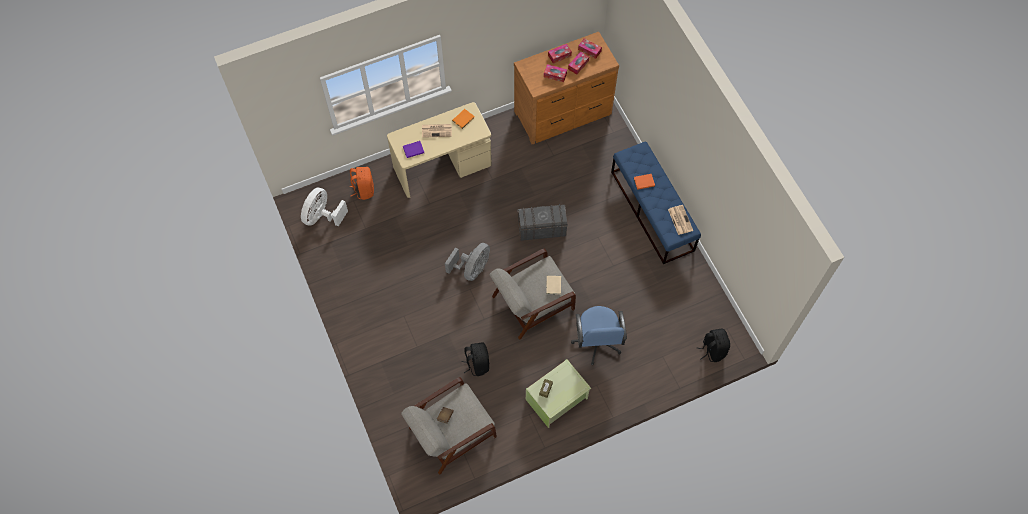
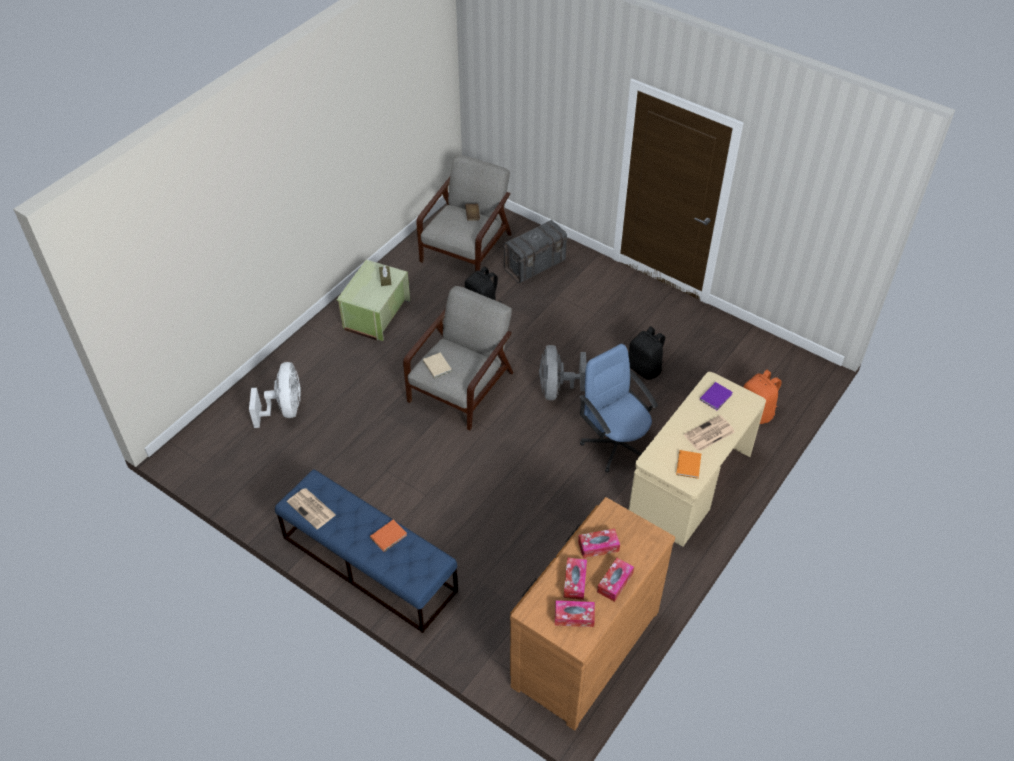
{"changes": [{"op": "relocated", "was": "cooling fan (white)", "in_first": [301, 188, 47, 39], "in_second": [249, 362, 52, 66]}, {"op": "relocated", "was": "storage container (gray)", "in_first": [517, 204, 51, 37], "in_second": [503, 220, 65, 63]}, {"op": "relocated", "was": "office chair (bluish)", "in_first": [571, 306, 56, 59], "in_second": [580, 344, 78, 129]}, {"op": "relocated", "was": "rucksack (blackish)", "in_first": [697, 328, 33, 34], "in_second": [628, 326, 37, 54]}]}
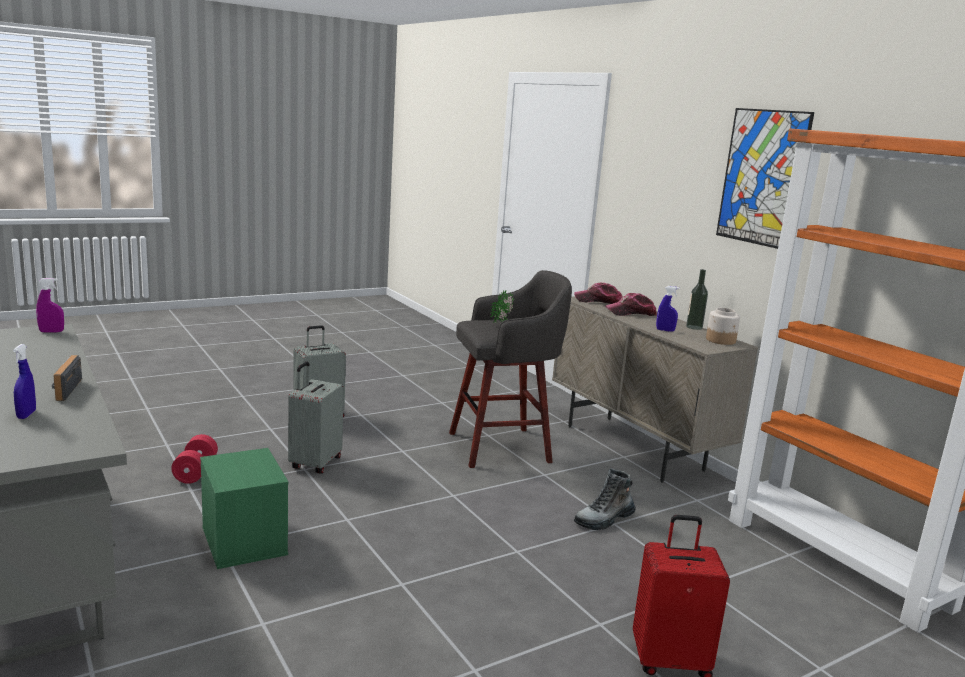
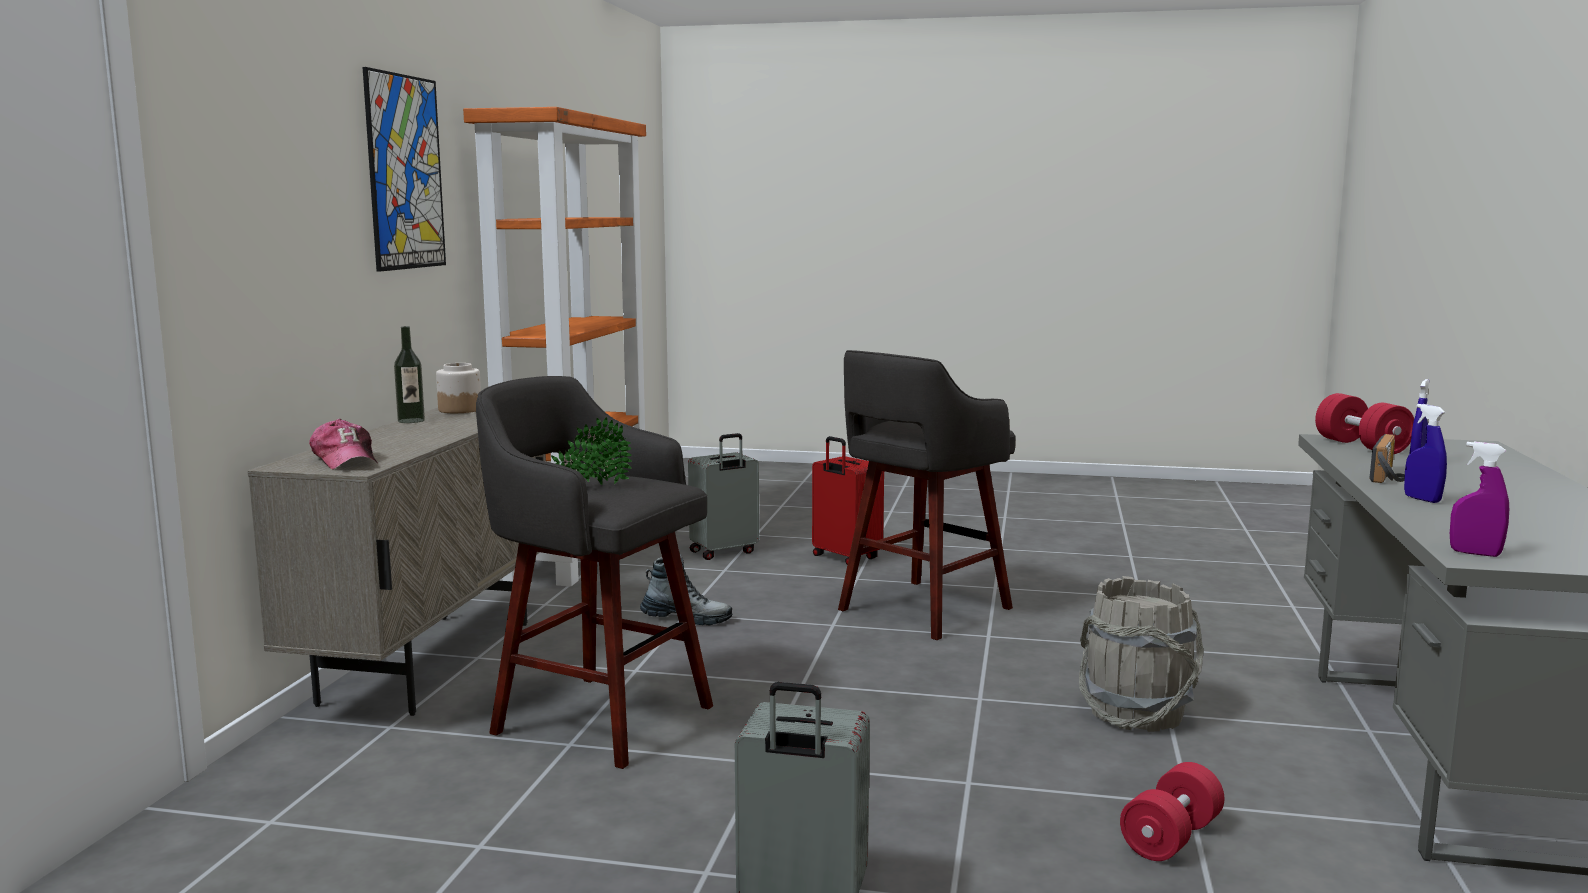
{"changes": [{"op": "missing", "was": "cap", "in_first": [605, 293, 52, 23]}, {"op": "appeared", "now": "sitting stool (gray)", "in_second": [838, 350, 178, 290]}, {"op": "appeared", "now": "free weight (reddish)", "in_second": [1315, 393, 99, 61]}, {"op": "relocated", "was": "suitcase (gray)", "in_first": [288, 362, 56, 112], "in_second": [688, 433, 71, 127]}, {"op": "relocated", "was": "sprayer (bluish)", "in_first": [656, 286, 23, 46], "in_second": [1404, 404, 43, 99]}, {"op": "exchanged", "was": "storage container (greenish)", "now": "water bucket (gray)", "in_first": [200, 448, 89, 121], "in_second": [1079, 576, 125, 156]}]}
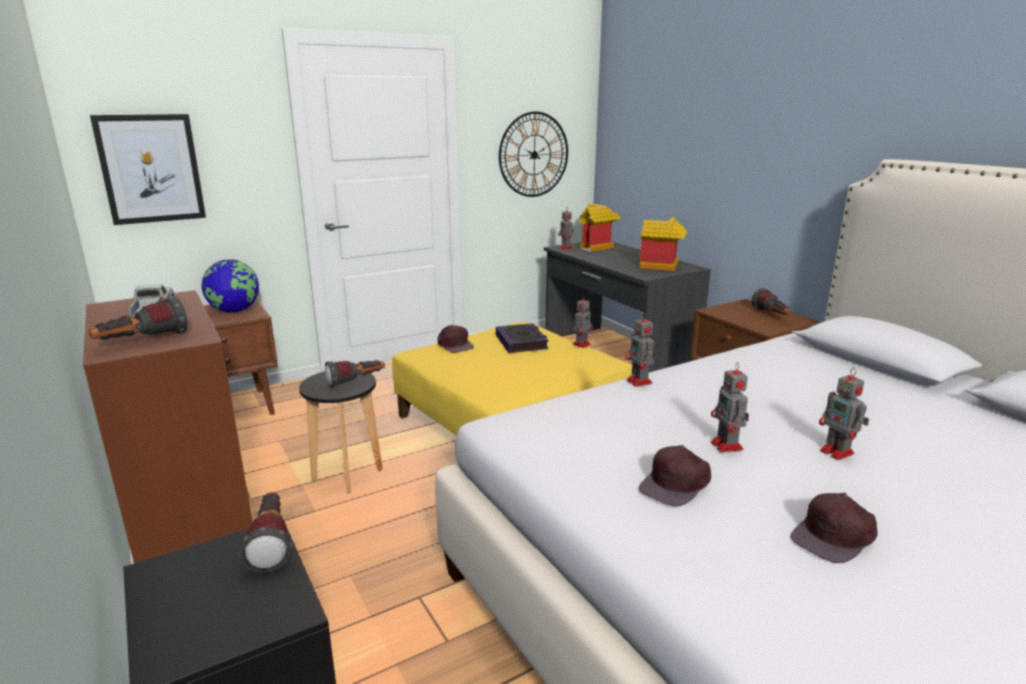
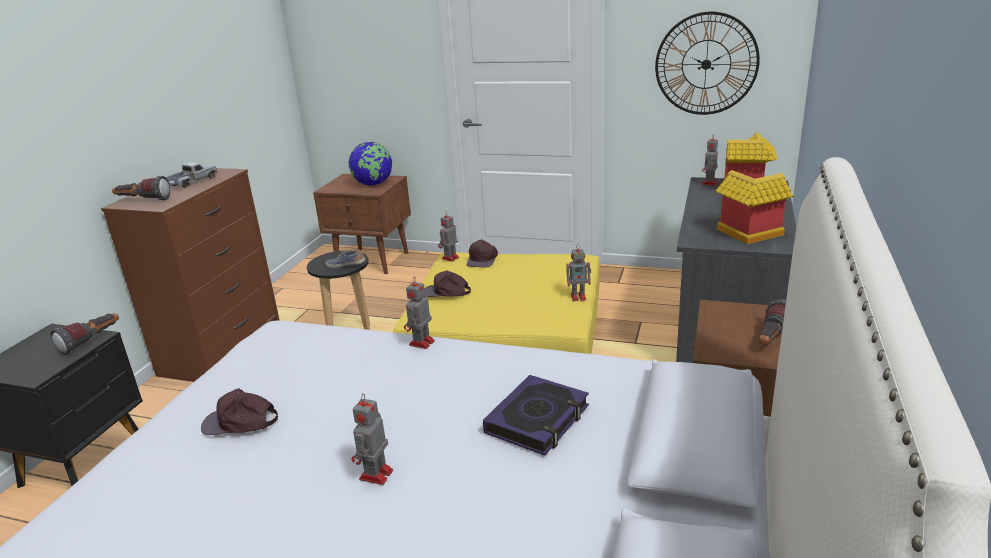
{"changes": [{"op": "missing", "was": "wall art", "in_first": [90, 114, 116, 111]}, {"op": "relocated", "was": "volume", "in_first": [496, 323, 53, 30], "in_second": [483, 375, 106, 81]}, {"op": "relocated", "was": "model robot", "in_first": [711, 362, 38, 91], "in_second": [438, 211, 21, 51]}, {"op": "relocated", "was": "cap (brown)", "in_first": [790, 493, 88, 70], "in_second": [424, 270, 47, 27]}, {"op": "exchanged", "was": "torch", "now": "low shoe", "in_first": [325, 360, 60, 28], "in_second": [325, 249, 40, 19]}]}
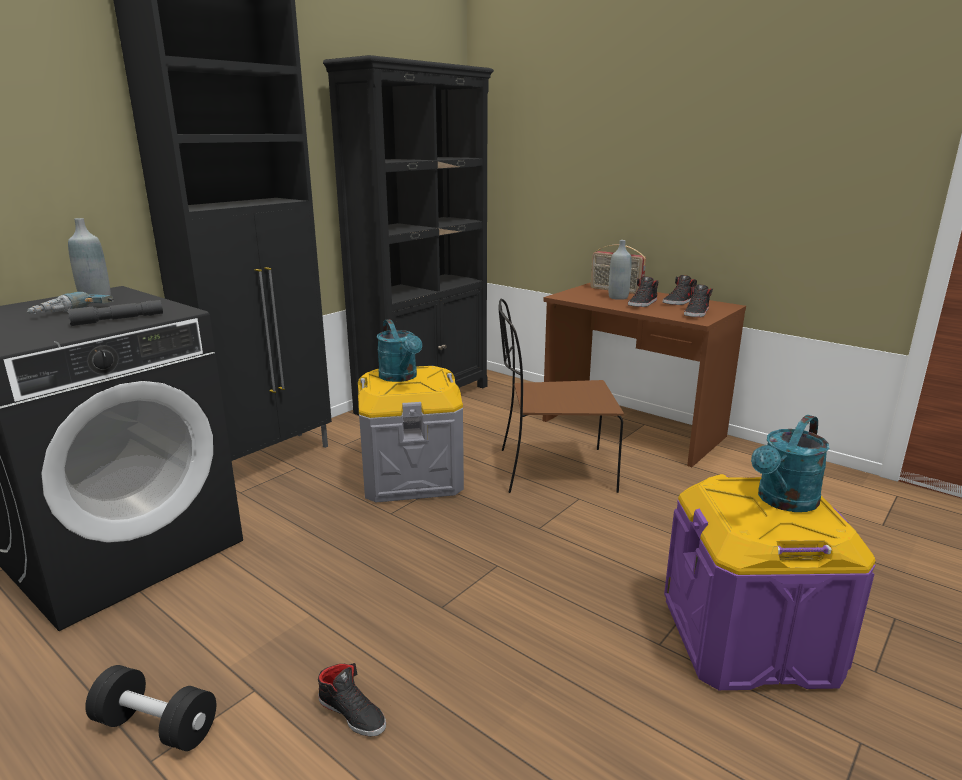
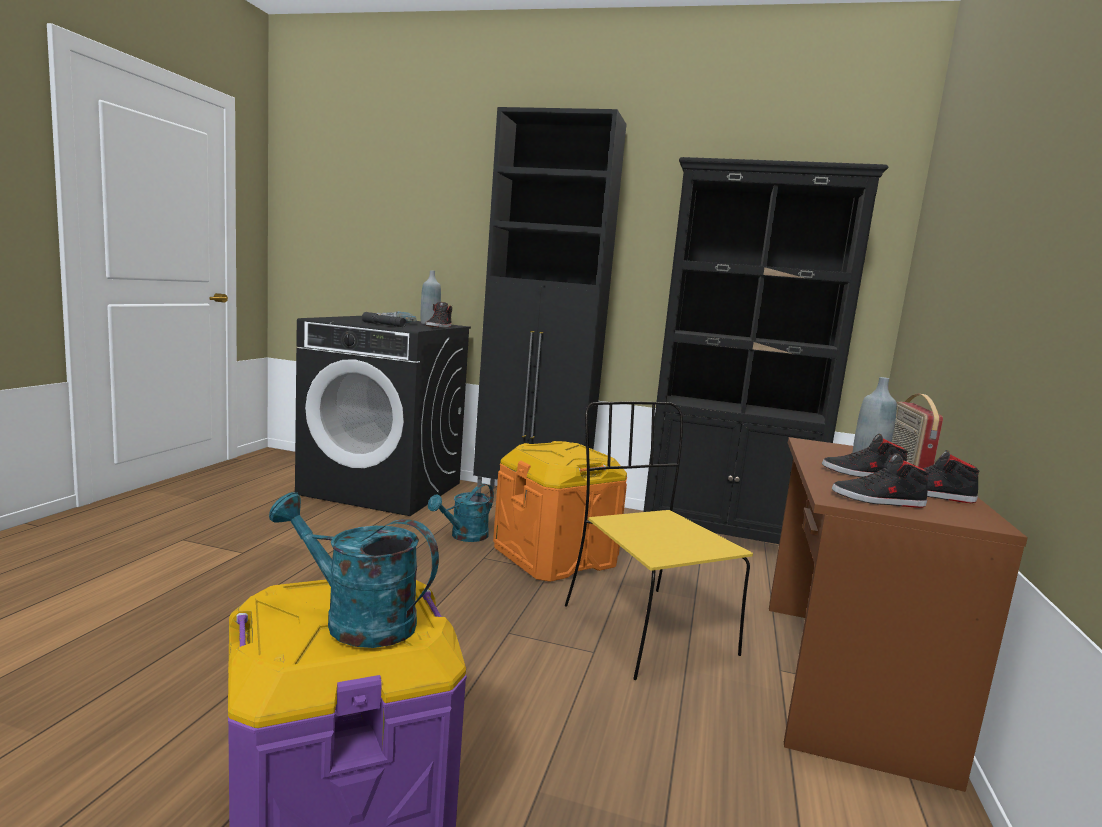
{"changes": [{"op": "missing", "was": "free weight (blackish)", "in_first": [85, 665, 131, 86]}, {"op": "relocated", "was": "low shoe (blackish)", "in_first": [318, 663, 68, 74], "in_second": [426, 302, 26, 26]}, {"op": "relocated", "was": "sprinkling can (turquoise-coloured)", "in_first": [377, 319, 45, 63], "in_second": [428, 484, 66, 58]}, {"op": "colour", "was": "storage container (gray)", "now": "storage container (orange)", "in_first": [358, 366, 106, 136], "in_second": [493, 441, 134, 141]}, {"op": "colour", "was": "chair (brown)", "now": "chair (yellowish)", "in_first": [499, 299, 125, 194], "in_second": [565, 402, 188, 278]}]}
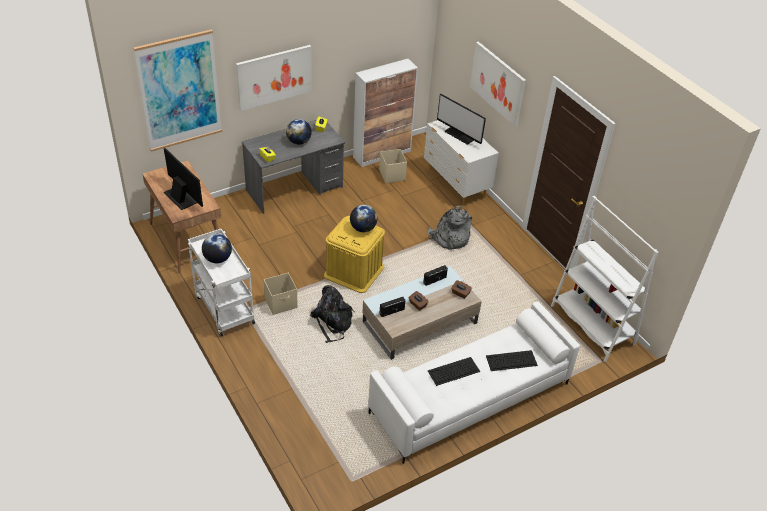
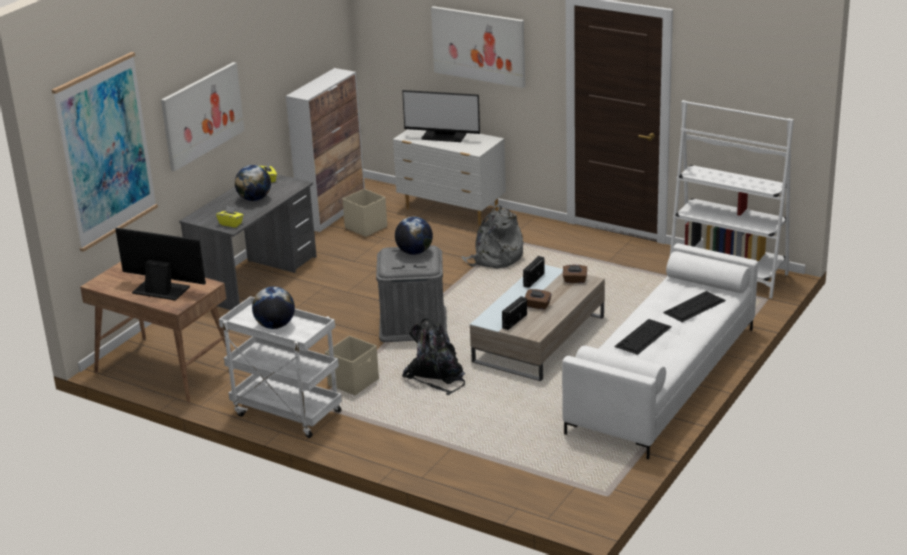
{"changes": [{"op": "colour", "was": "storage container (yellowish)", "now": "storage container (gray)", "in_first": [324, 216, 61, 77], "in_second": [376, 245, 71, 97]}]}
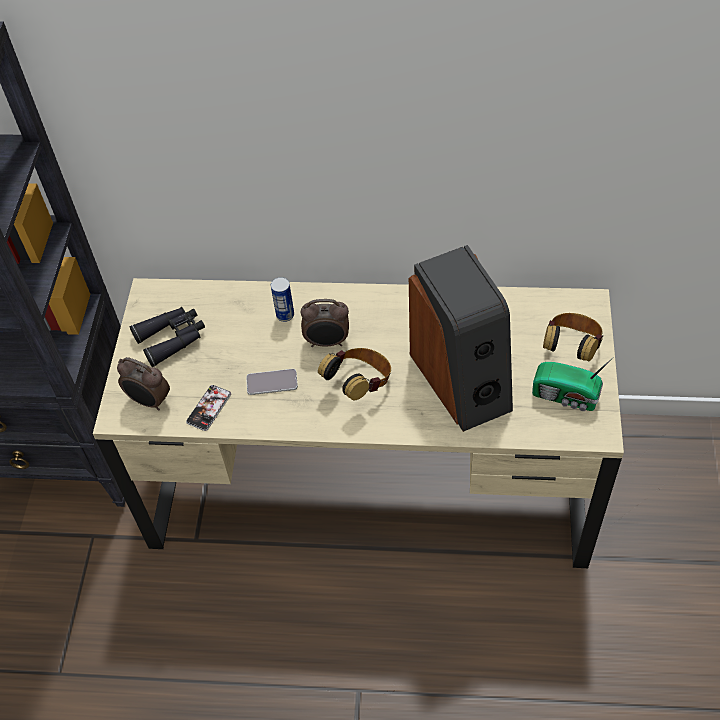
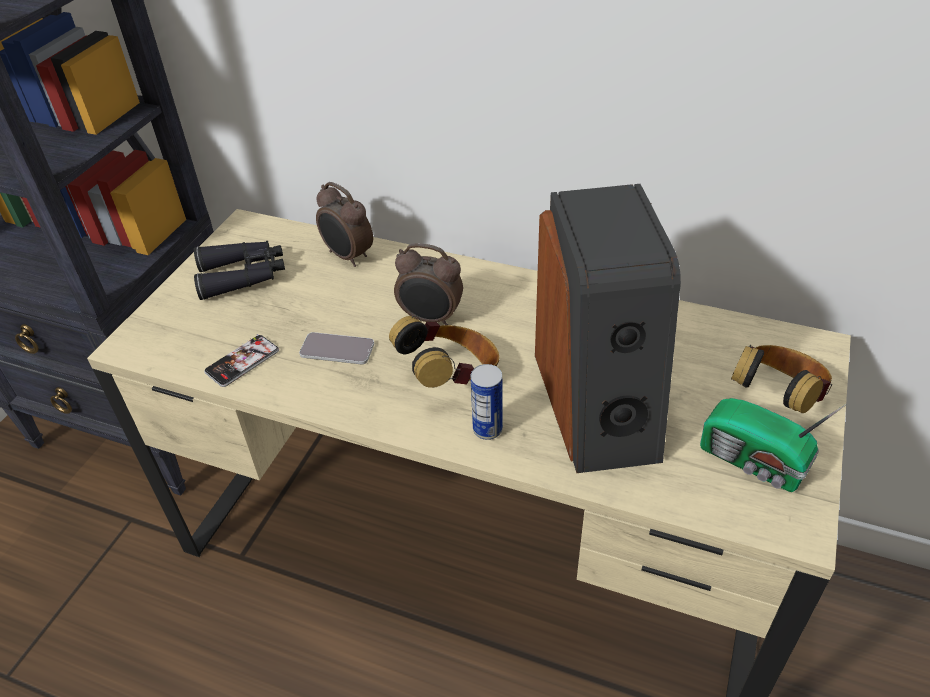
{"changes": [{"op": "relocated", "was": "table clock", "in_first": [117, 357, 53, 54], "in_second": [316, 182, 57, 85]}, {"op": "relocated", "was": "can", "in_first": [271, 277, 23, 45], "in_second": [471, 364, 32, 76]}]}
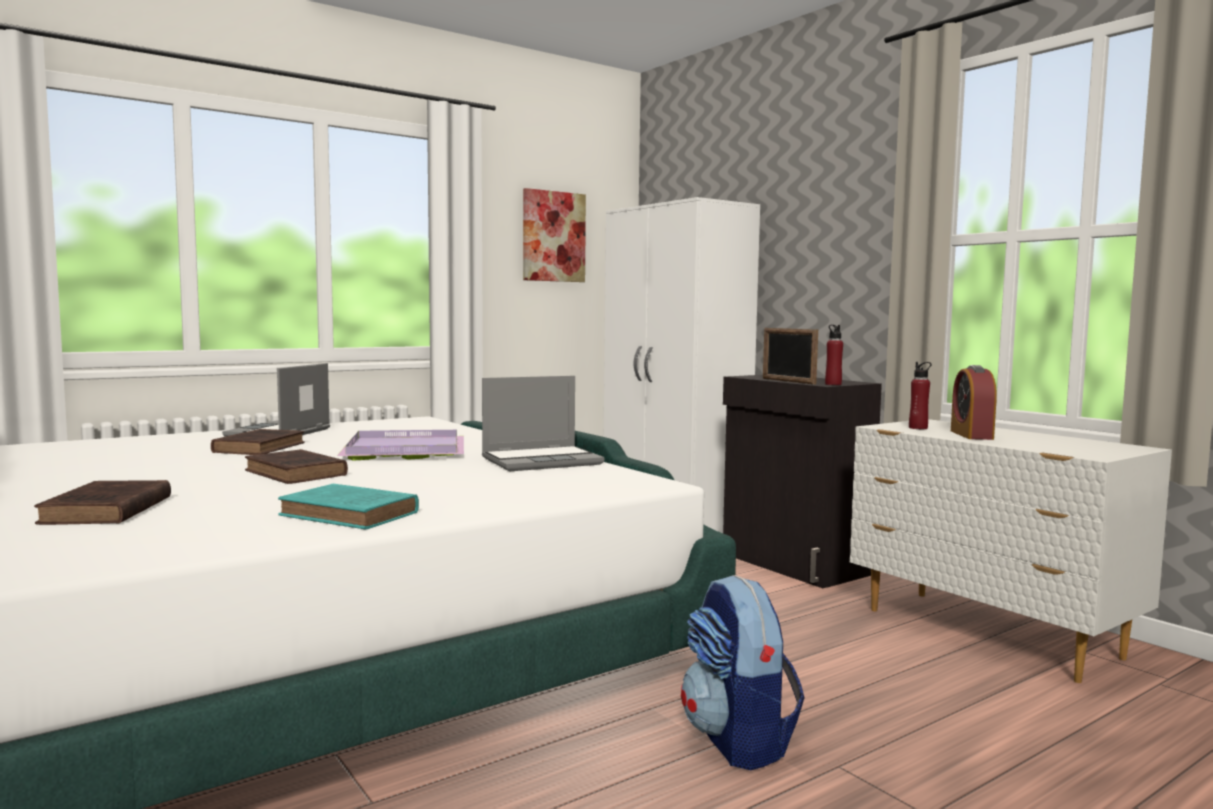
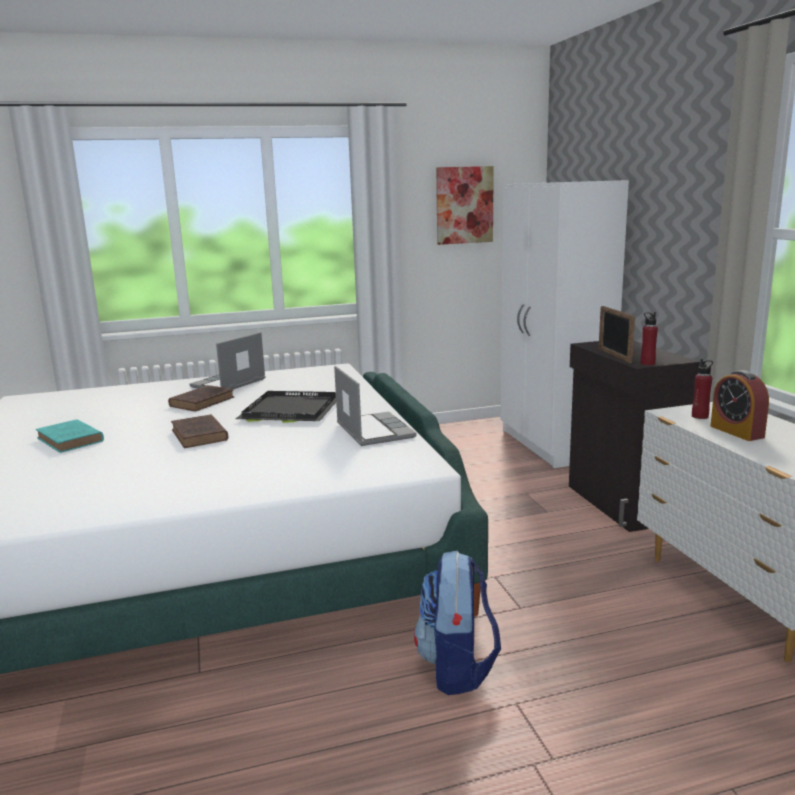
{"changes": [{"op": "missing", "was": "volume (brown)", "in_first": [34, 480, 137, 45]}, {"op": "relocated", "was": "volume (turquoise-coloured)", "in_first": [278, 484, 141, 46], "in_second": [36, 419, 68, 34]}, {"op": "colour", "was": "tray (purplish)", "now": "tray (blackish)", "in_first": [337, 430, 127, 31], "in_second": [236, 391, 100, 32]}, {"op": "spun", "was": "notebook computer", "in_first": [482, 376, 123, 96], "in_second": [334, 366, 83, 80], "clockwise": -105}, {"op": "spun", "was": "table clock", "in_first": [951, 365, 46, 75], "in_second": [710, 370, 59, 71], "clockwise": -45}]}
